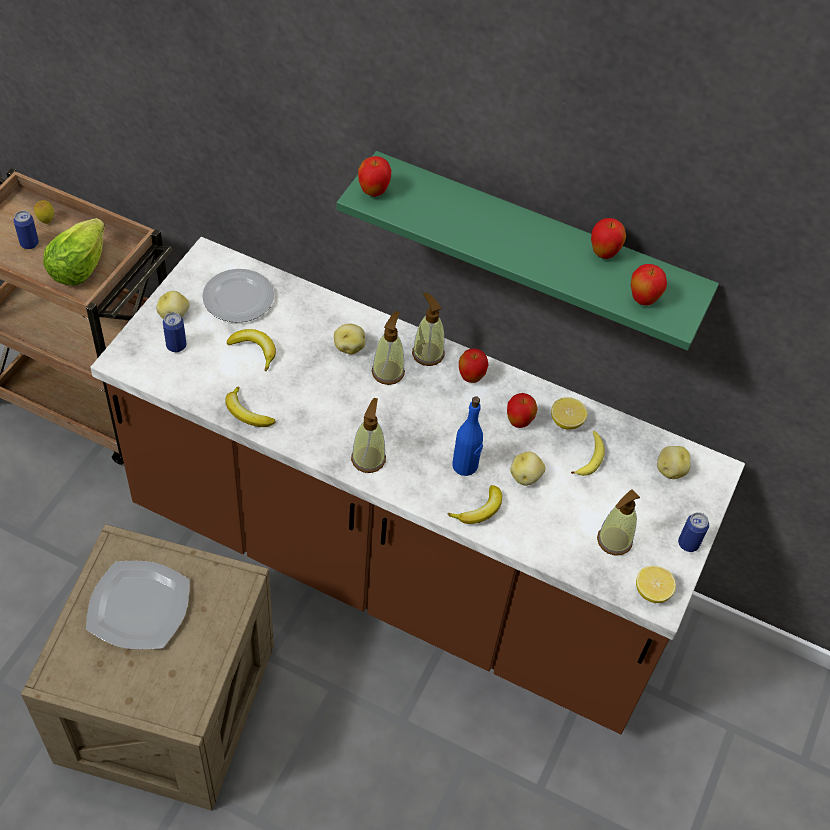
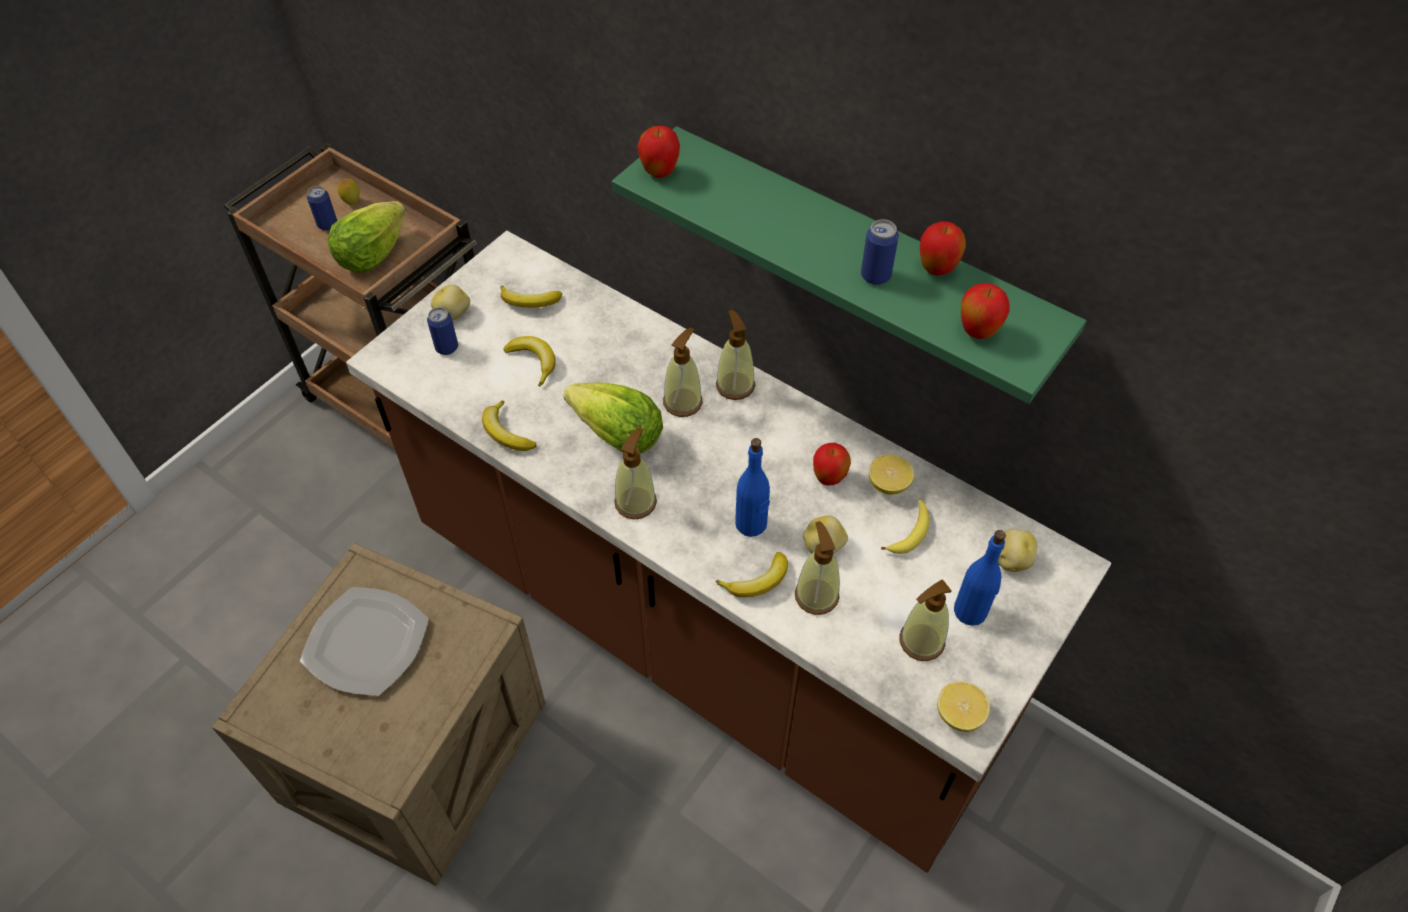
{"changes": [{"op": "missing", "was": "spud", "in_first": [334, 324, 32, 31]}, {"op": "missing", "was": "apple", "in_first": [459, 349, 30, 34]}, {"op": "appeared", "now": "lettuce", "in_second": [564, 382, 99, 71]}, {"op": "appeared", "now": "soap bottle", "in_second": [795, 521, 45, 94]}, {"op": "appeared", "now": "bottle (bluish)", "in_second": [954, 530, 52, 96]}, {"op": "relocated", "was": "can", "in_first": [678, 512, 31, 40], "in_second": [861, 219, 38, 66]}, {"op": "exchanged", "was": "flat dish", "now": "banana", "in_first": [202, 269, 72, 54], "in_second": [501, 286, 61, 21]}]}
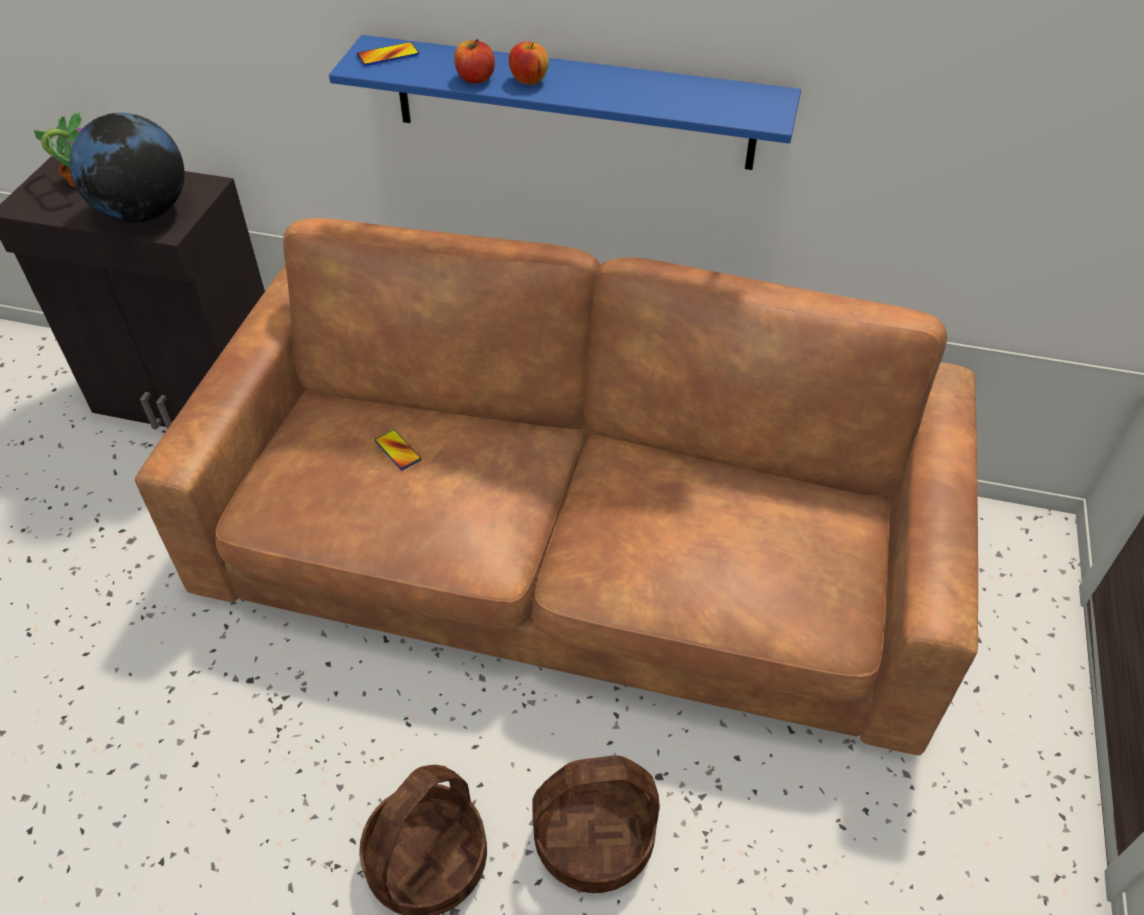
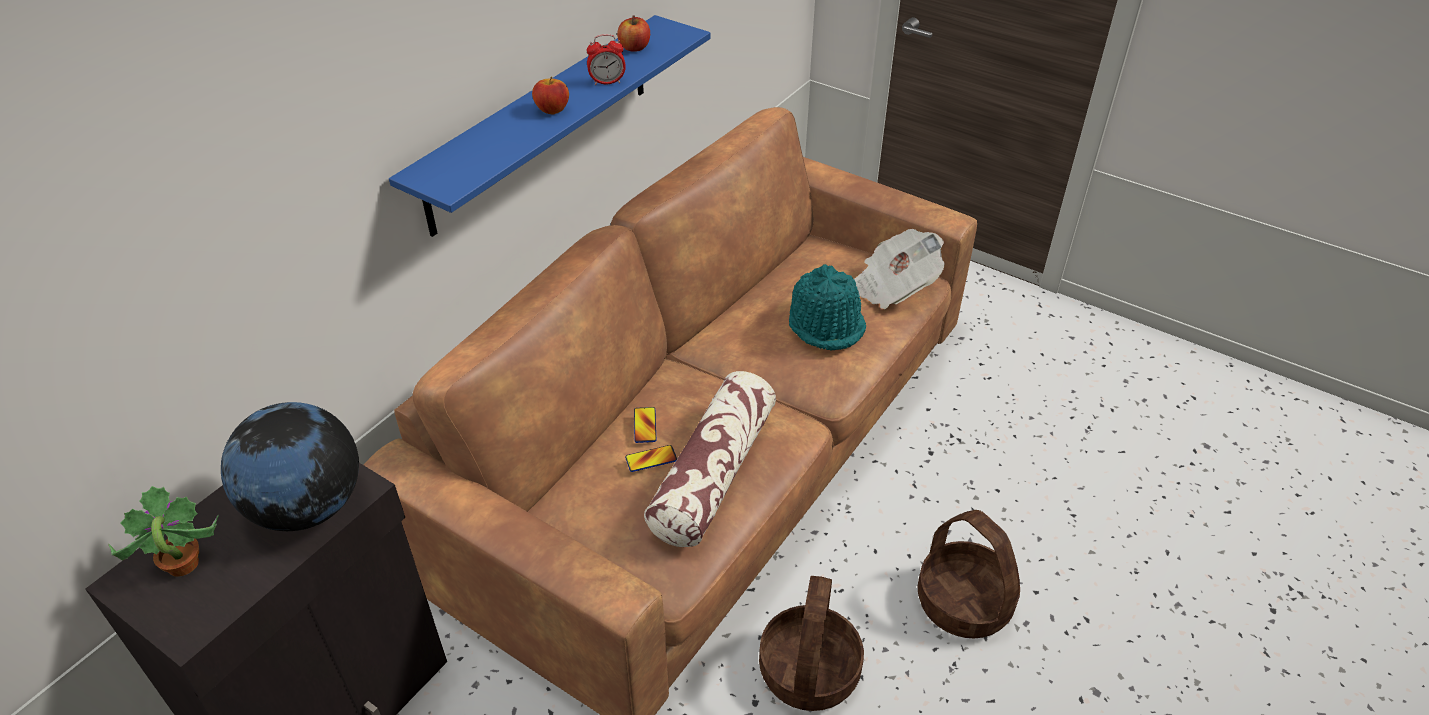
{"changes": [{"op": "appeared", "now": "table clock", "in_second": [587, 34, 39, 51]}, {"op": "appeared", "now": "throw pillow", "in_second": [644, 371, 132, 176]}, {"op": "appeared", "now": "clothing hat (turquoise-coloured)", "in_second": [789, 264, 77, 86]}, {"op": "appeared", "now": "printed paper", "in_second": [854, 229, 91, 80]}, {"op": "relocated", "was": "handset", "in_first": [357, 42, 62, 24], "in_second": [634, 407, 22, 36]}, {"op": "relocated", "was": "apple", "in_first": [454, 39, 41, 44], "in_second": [617, 16, 33, 36]}, {"op": "relocated", "was": "household basket", "in_first": [532, 755, 128, 138], "in_second": [759, 576, 105, 135]}]}
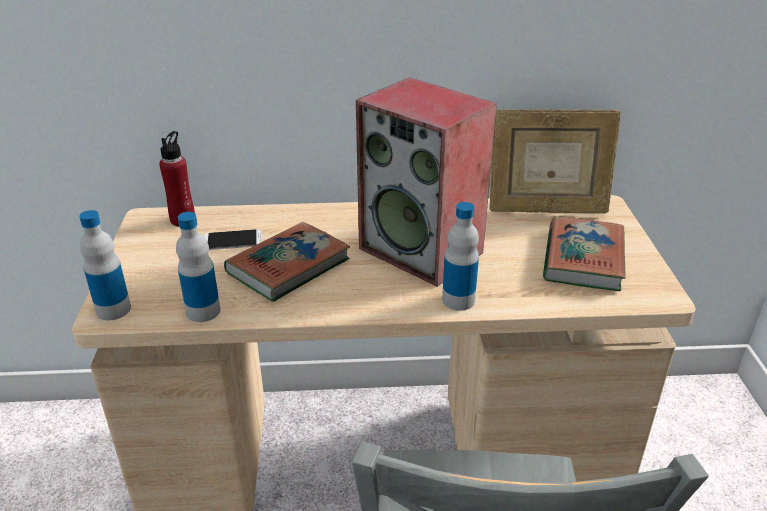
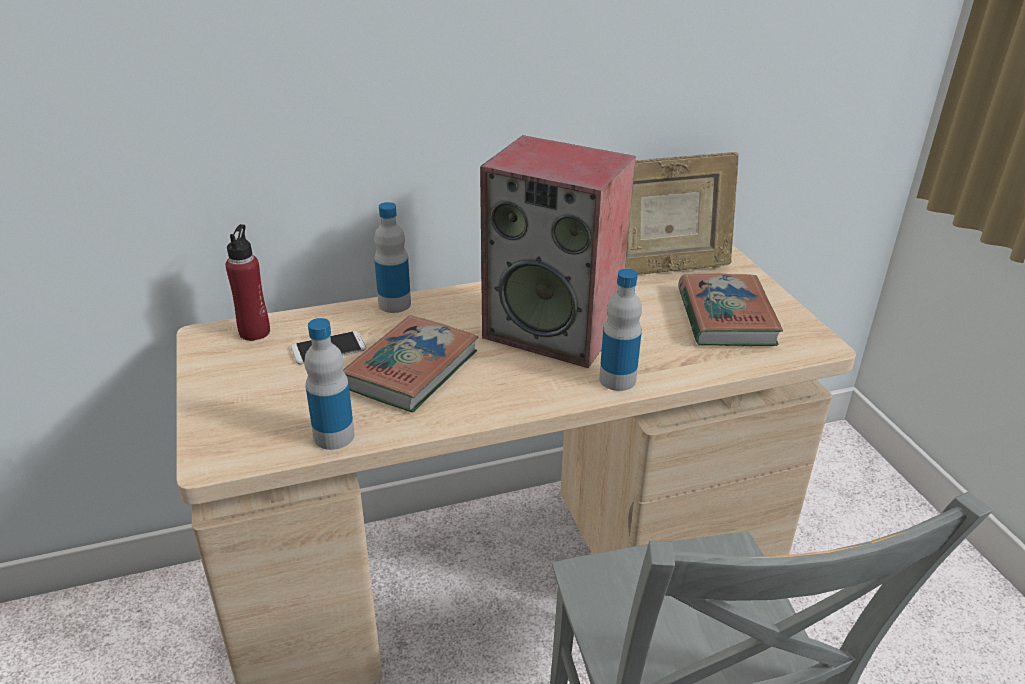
{"changes": [{"op": "relocated", "was": "bottle", "in_first": [79, 210, 52, 110], "in_second": [374, 202, 37, 111]}]}
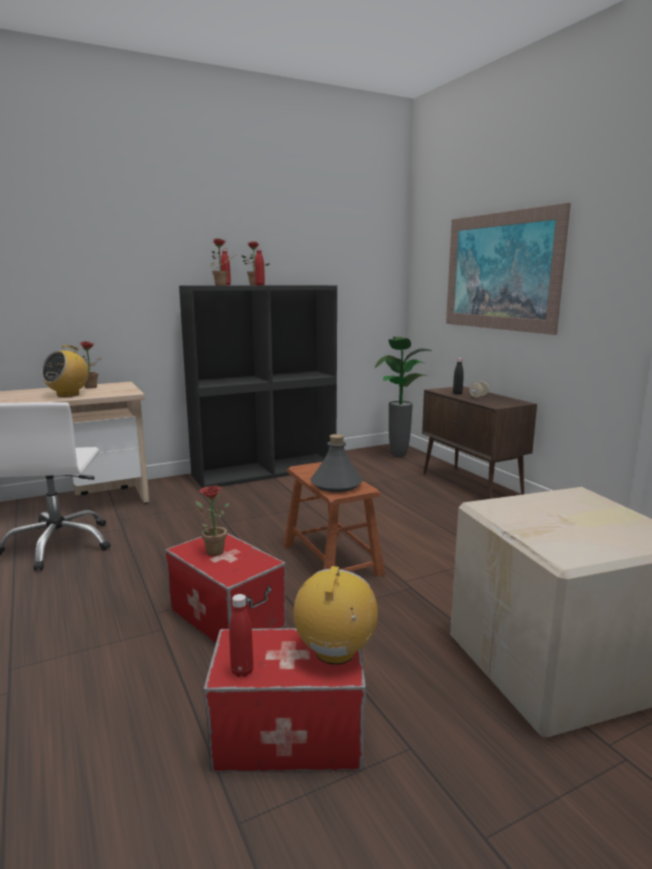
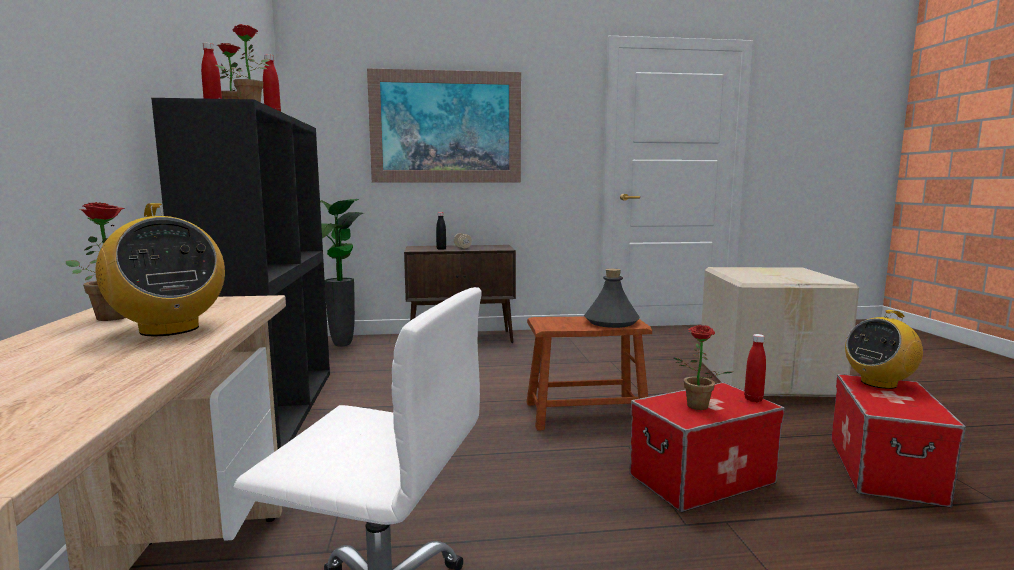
{"changes": [{"op": "relocated", "was": "bottle (reddish)", "in_first": [229, 594, 24, 83], "in_second": [744, 334, 22, 68]}, {"op": "spun", "was": "radio", "in_first": [293, 566, 85, 99], "in_second": [845, 310, 78, 79], "clockwise": -60}]}
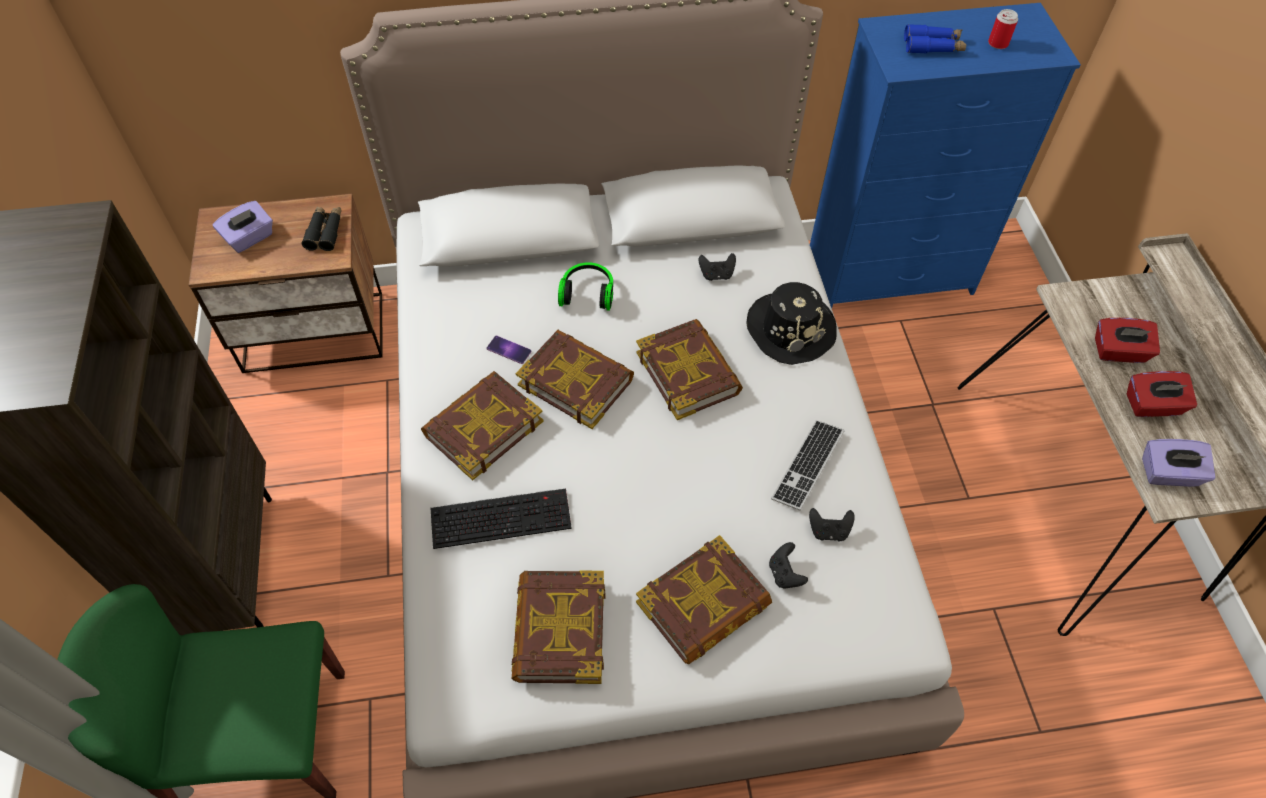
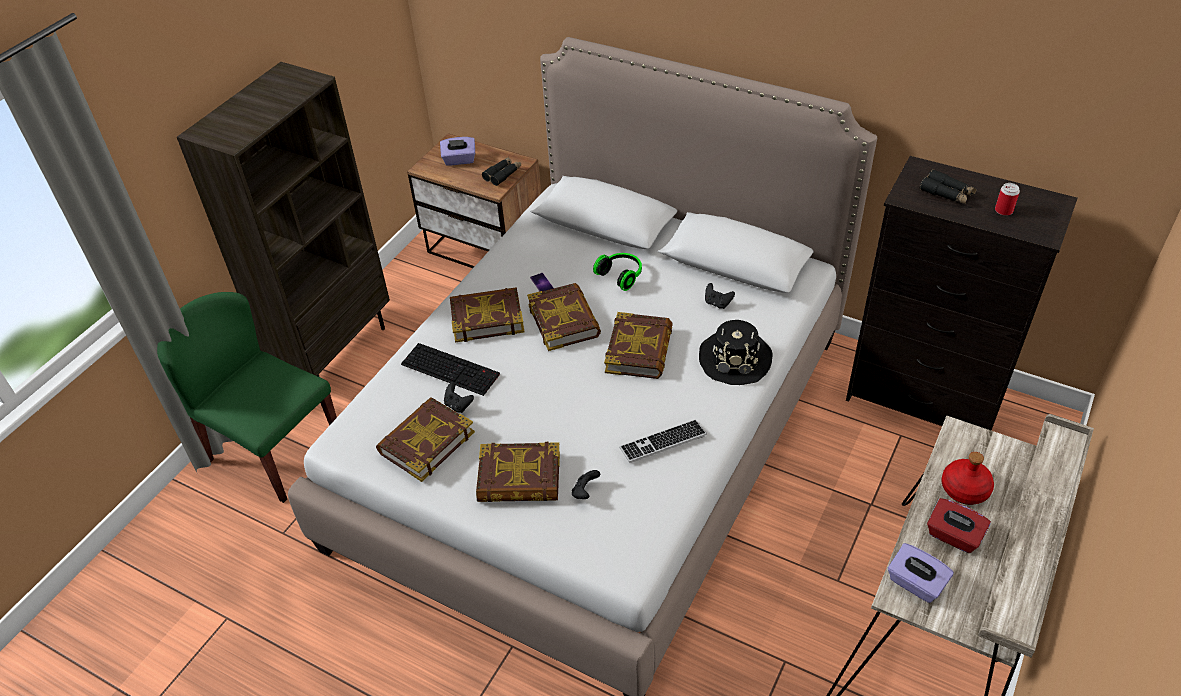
{"changes": [{"op": "relocated", "was": "gamepad (blackish)", "in_first": [809, 508, 46, 33], "in_second": [444, 383, 30, 30]}, {"op": "exchanged", "was": "tissue box (reddish)", "now": "bottle (reddish)", "in_first": [1095, 318, 65, 45], "in_second": [942, 452, 52, 53]}, {"op": "colour", "was": "dresser (bluish)", "now": "dresser (blackish)", "in_first": [810, 3, 271, 305], "in_second": [846, 156, 232, 274]}, {"op": "colour", "was": "binoculars (bluish)", "now": "binoculars (blackish)", "in_first": [904, 24, 62, 29], "in_second": [920, 169, 57, 35]}]}
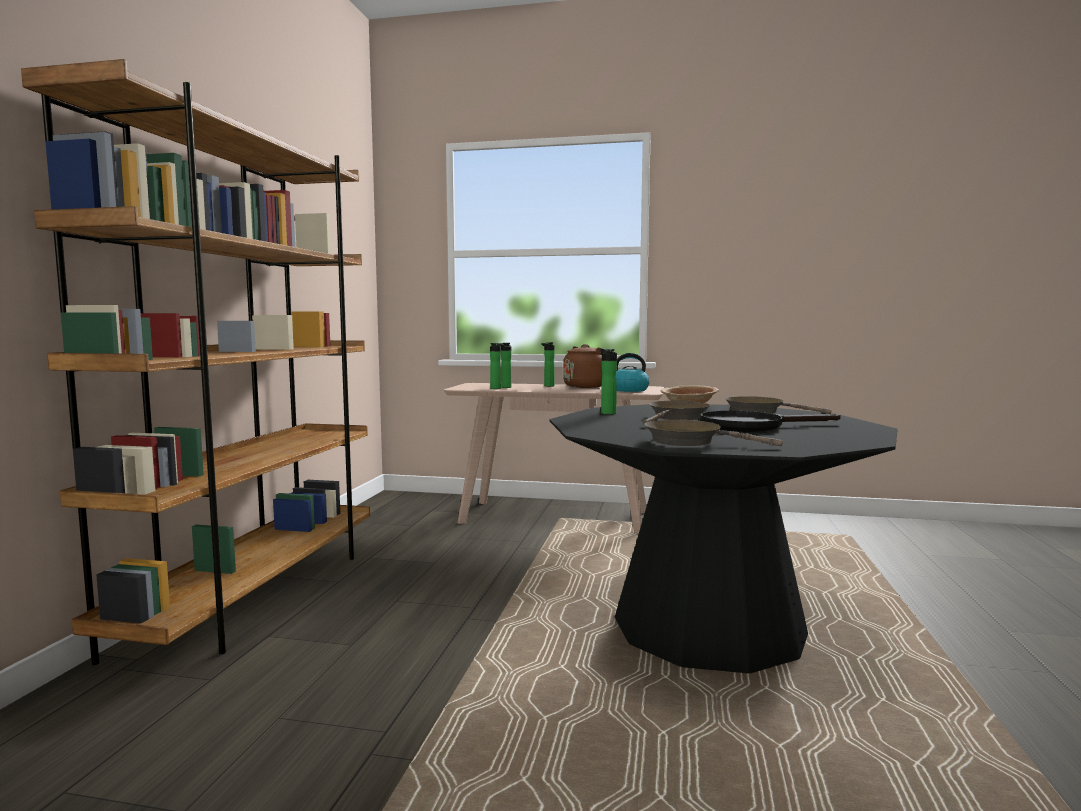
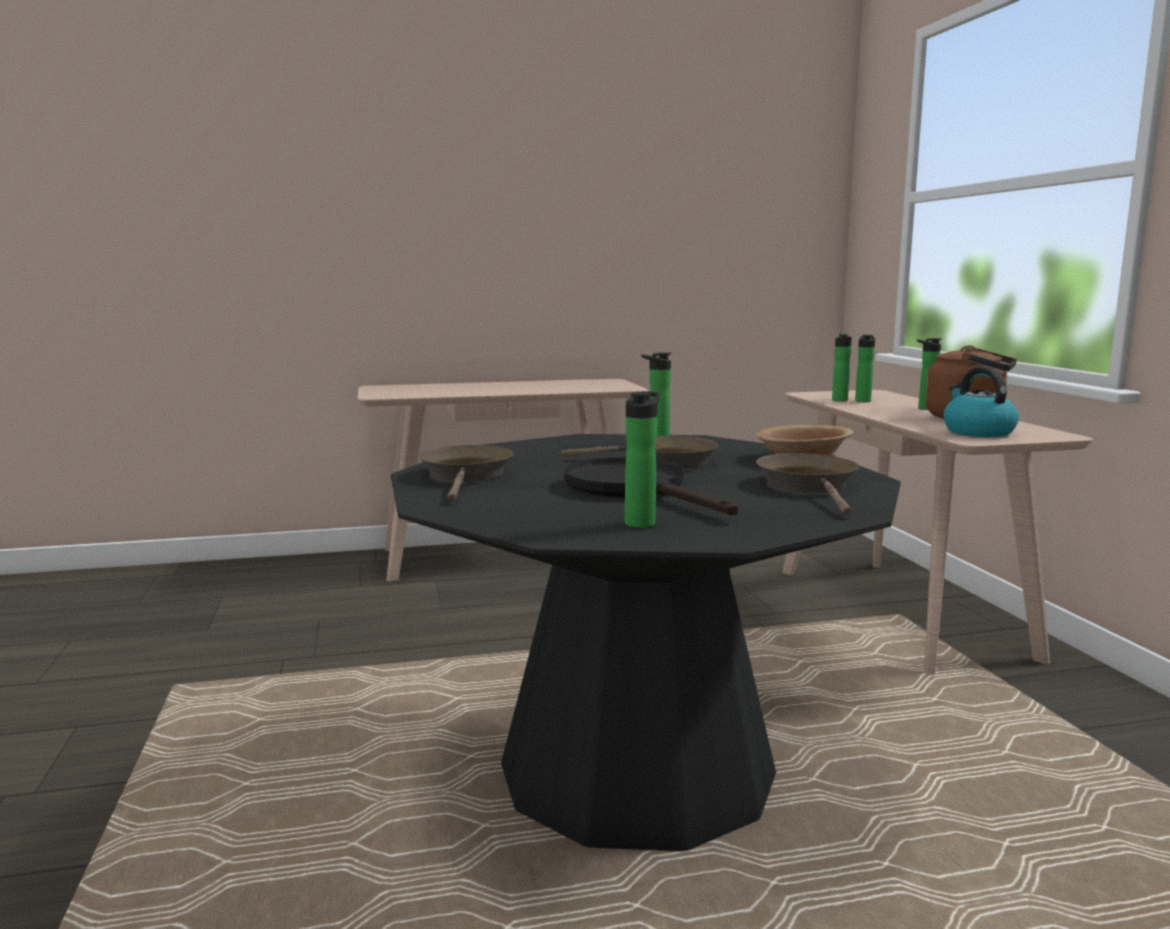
{"changes": [{"op": "appeared", "now": "bottle", "in_second": [625, 391, 35, 137]}, {"op": "exchanged", "was": "bookcase (brown)", "now": "console table (sand-coloured)", "in_first": [21, 59, 349, 606], "in_second": [358, 379, 290, 202]}]}
